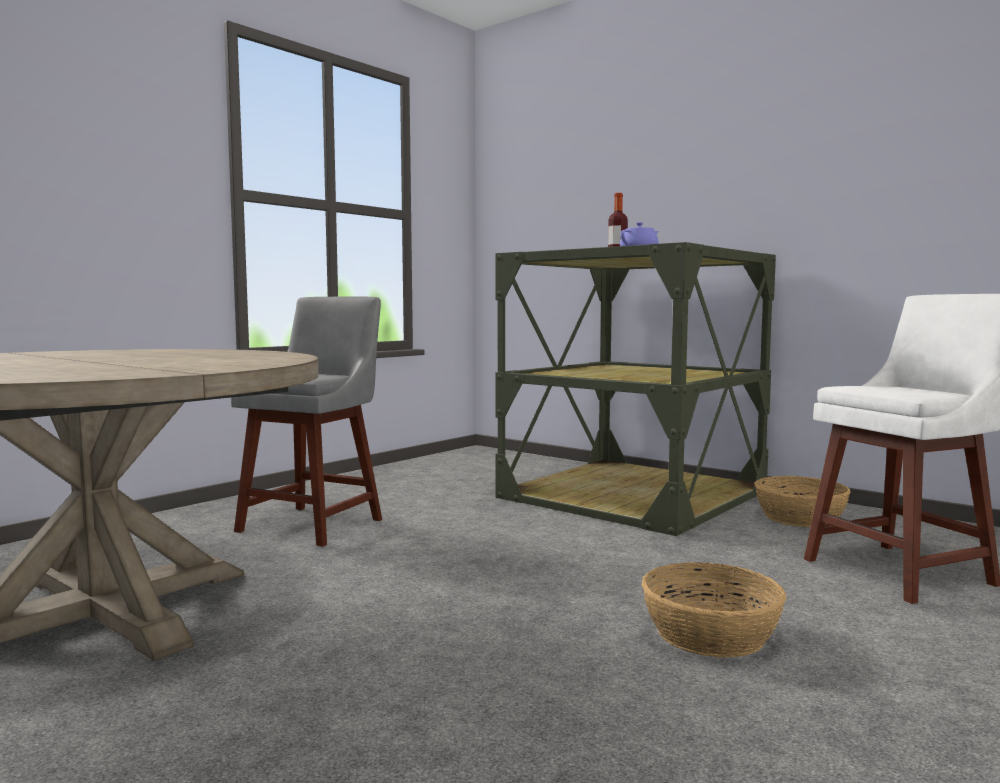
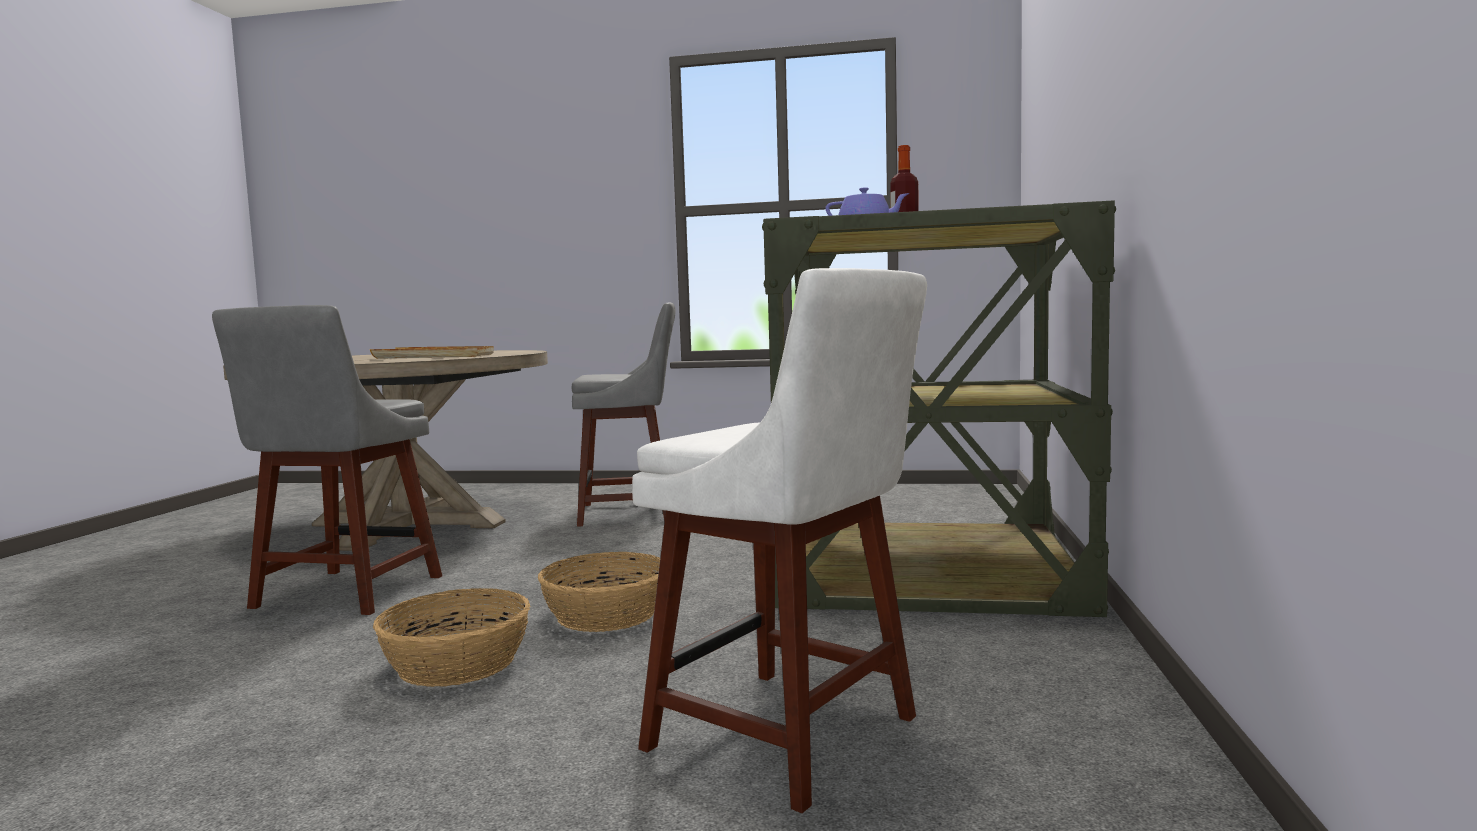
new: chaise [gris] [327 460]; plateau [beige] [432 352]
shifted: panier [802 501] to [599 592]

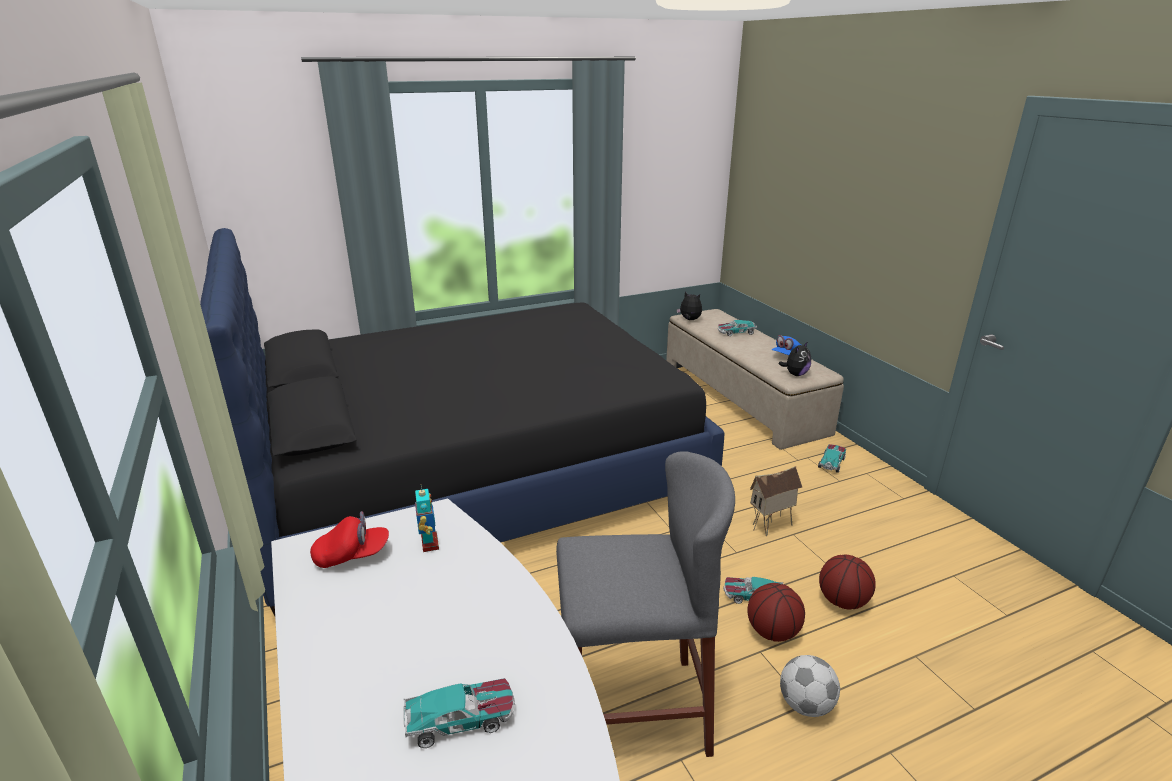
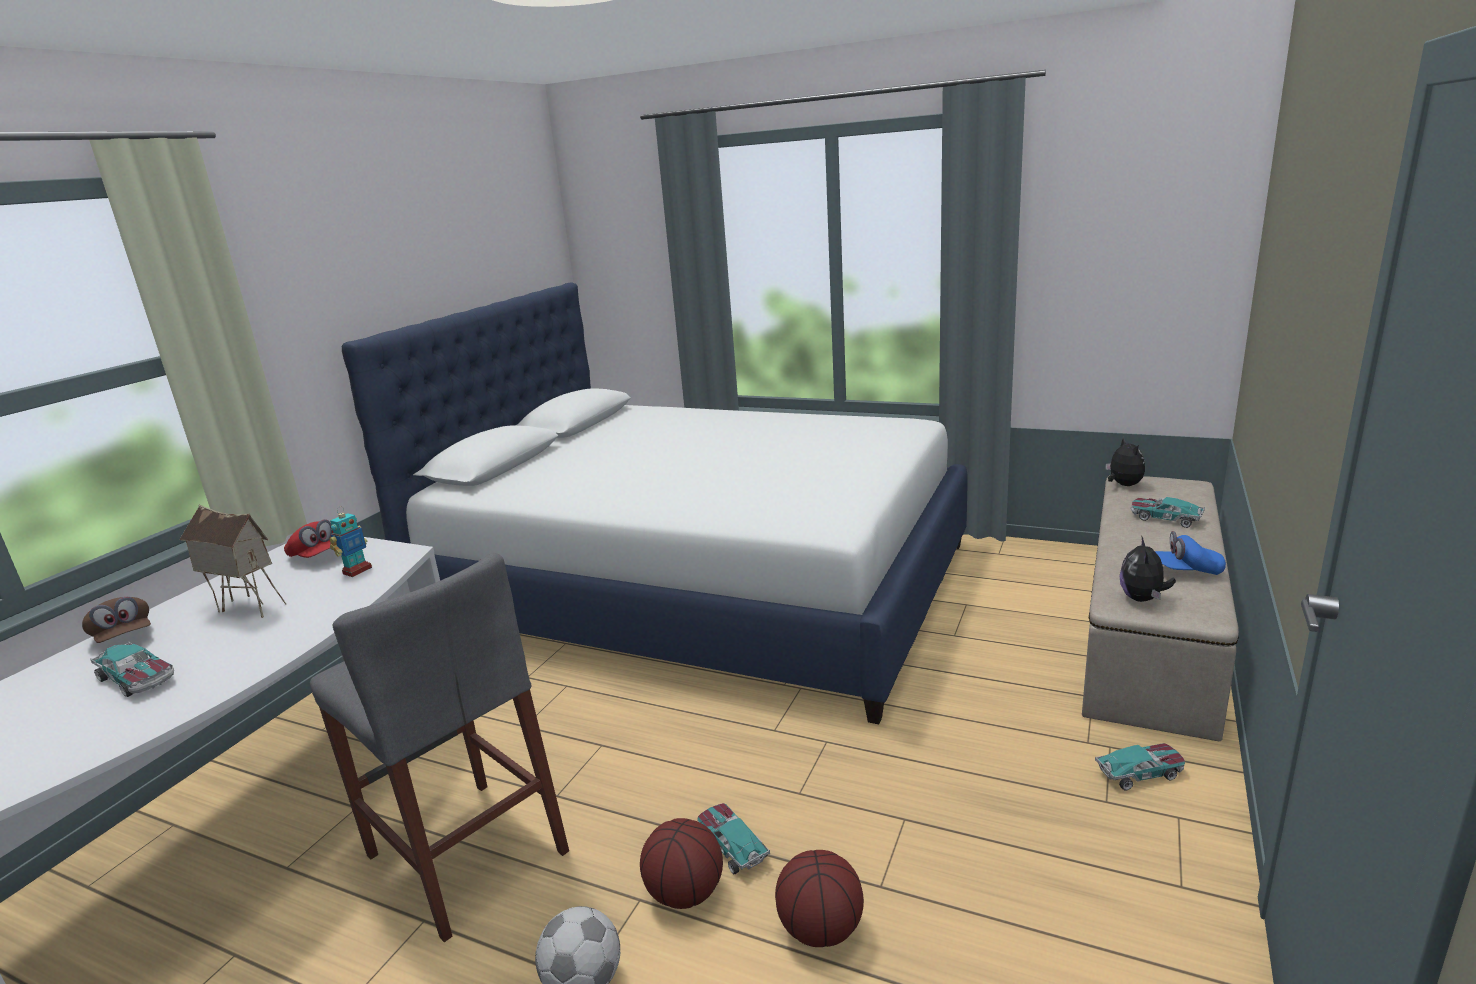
new: casquette [marron] [116 620]
shifted: maison miniature [776 501] to [232 561]
repainted: lit [noir] [462 422] to lit [blanc] [655 503]
rotated: peluche [795 358] = [1148 569] 105 degrees clockwise

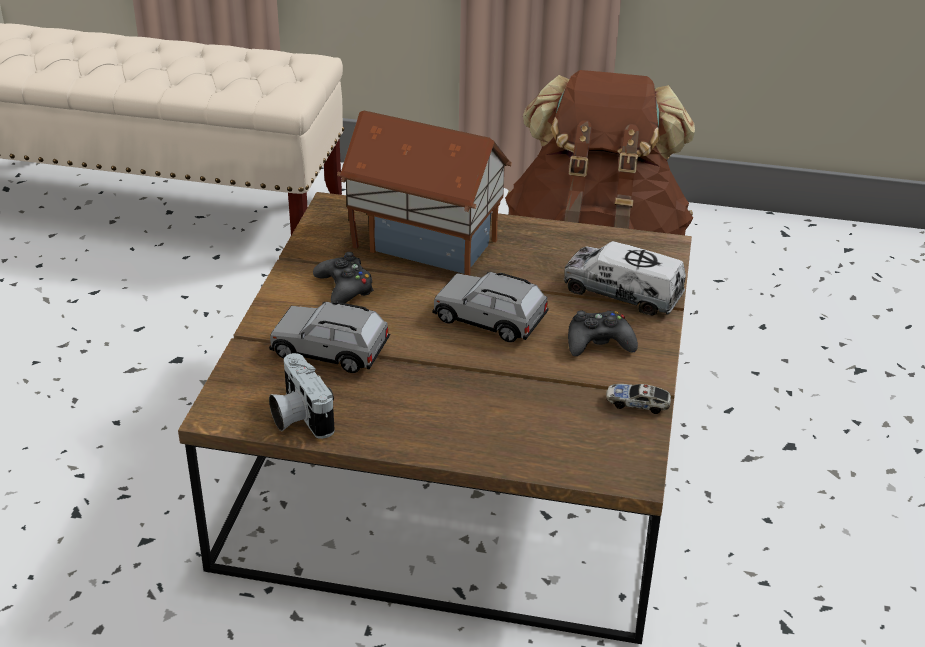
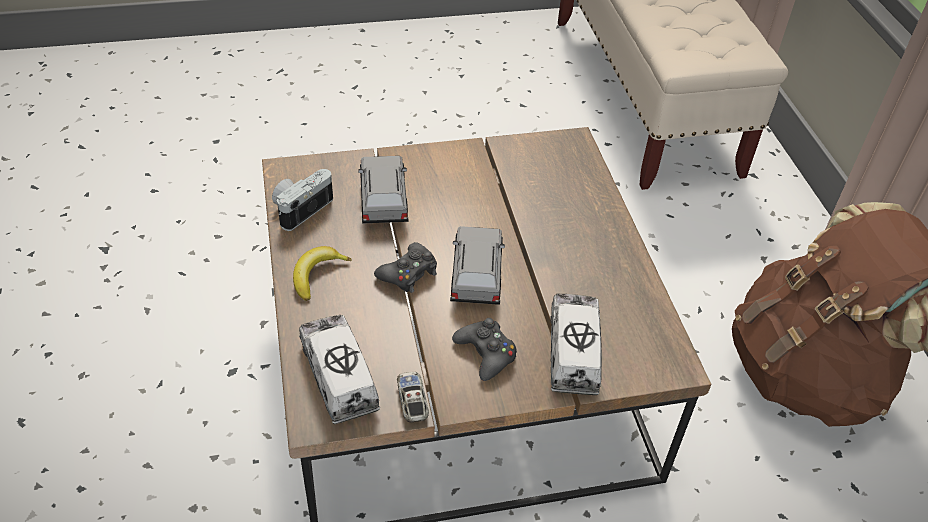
gone: maison miniature [424 193]
new: banane [322 273]; camion jouet [339 369]
shifted: manette [noir] [343 277] to [405 267]

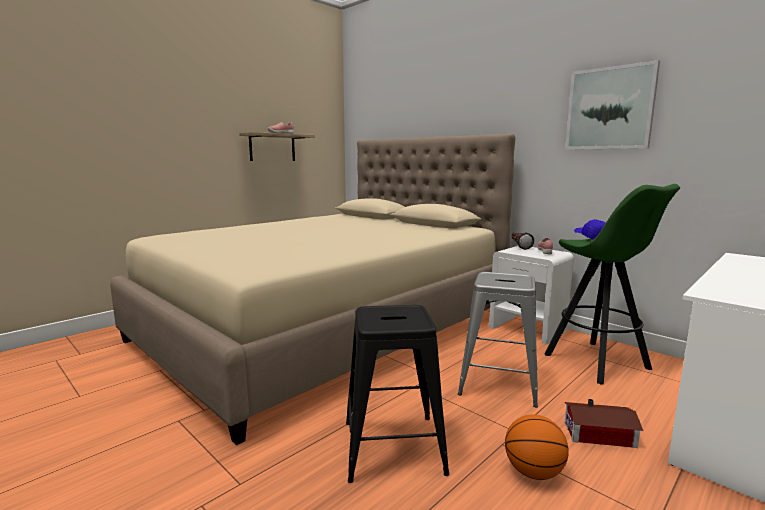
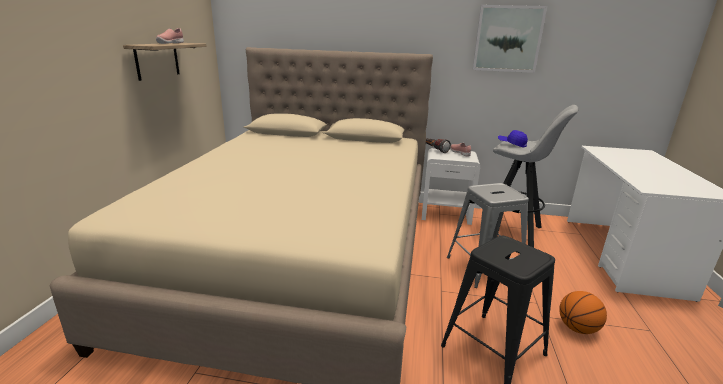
gone: maison miniature [603 423]
repainted: tabouret [vert] [612 284] to tabouret [gris] [528 176]

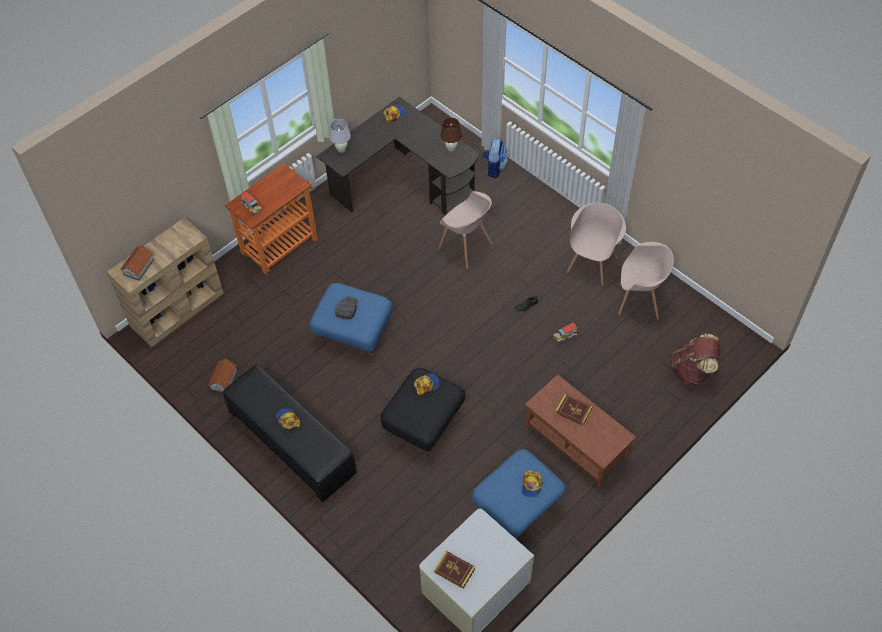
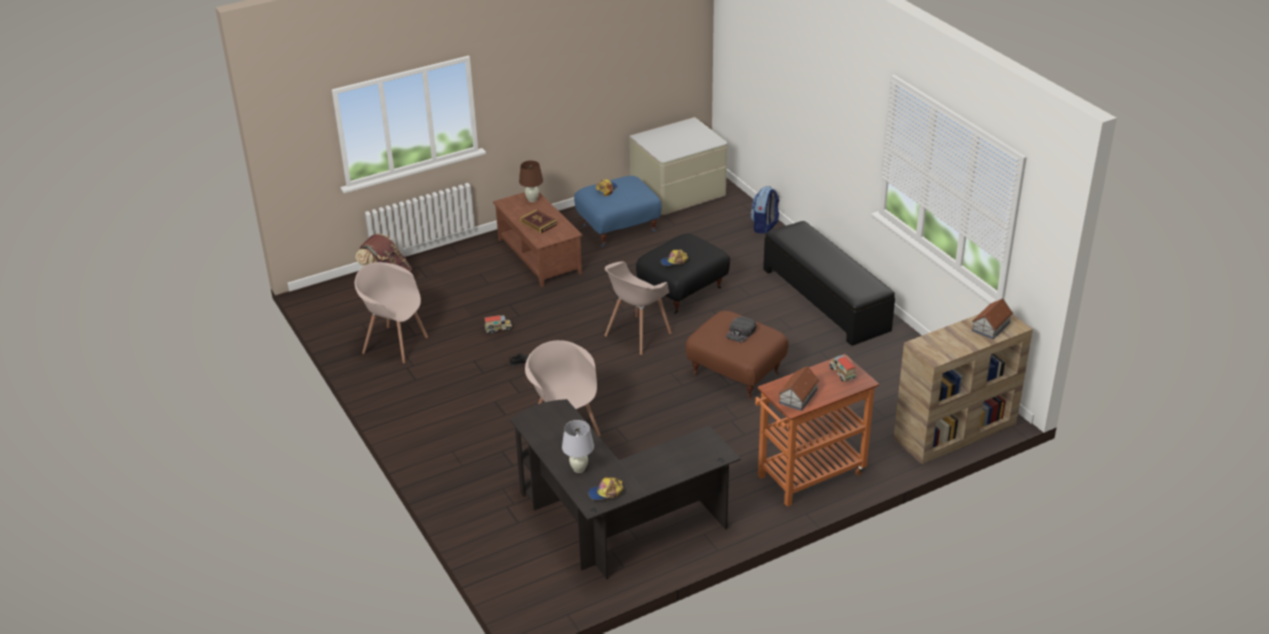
gone: casquette [288 418]; livre [454 570]
shifted: maison miniature [222 375] to [798 388]; lampe de table [blanc] [340 136] to [578 446]; lampe de table [marron] [451 134] to [531 181]; sac à dos [495 158] to [764 210]; chaise [beige] [596 244] to [638 308]
repainted: pouf [bleu] [350 319] to pouf [marron] [737 355]

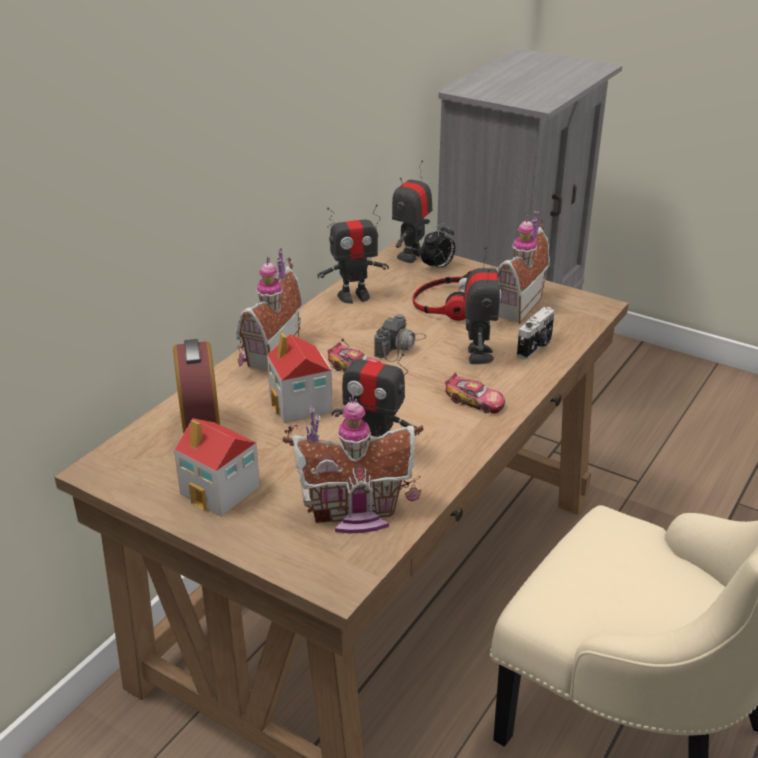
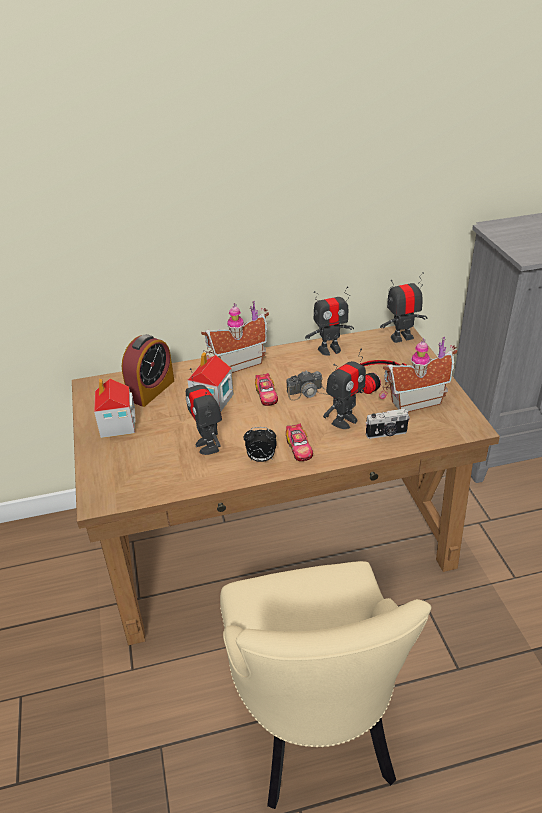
gone: maison miniature [353 464]
shifted: réveil [438 247] to [260 444]
rotated: robot jouet [353 254] = [329 321] 45 degrees counterclockwise

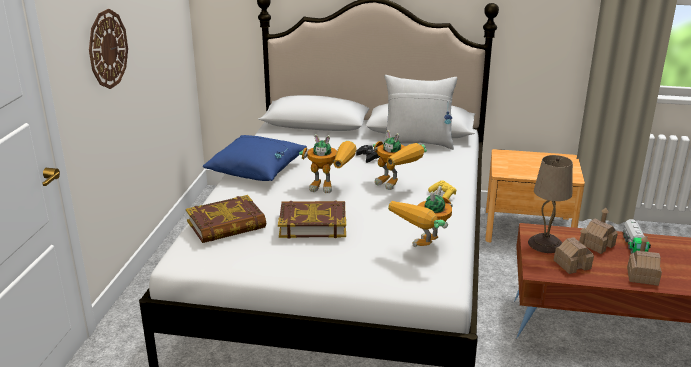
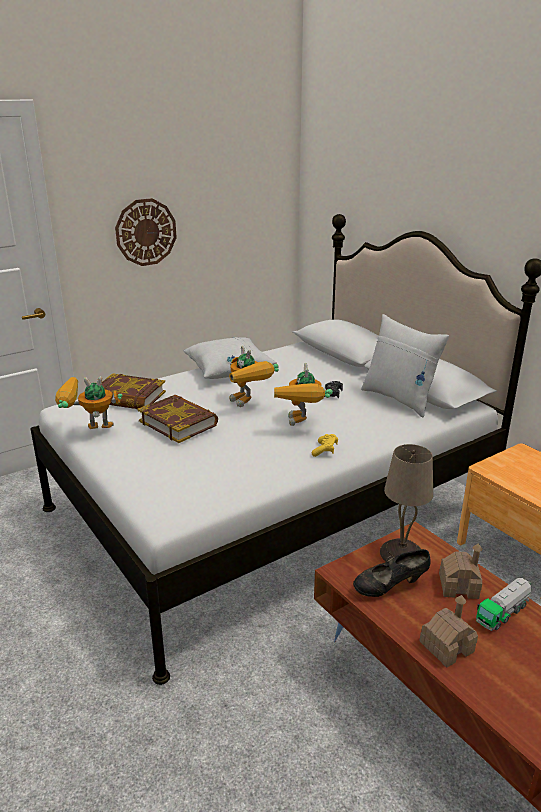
shifted: robot jouet [420 216] to [89 402]
swapped: maison miniature [574 250] to chaussure [noir] [392 573]
repainted: coussin [bleu] [255 158] to coussin [gris] [230 358]

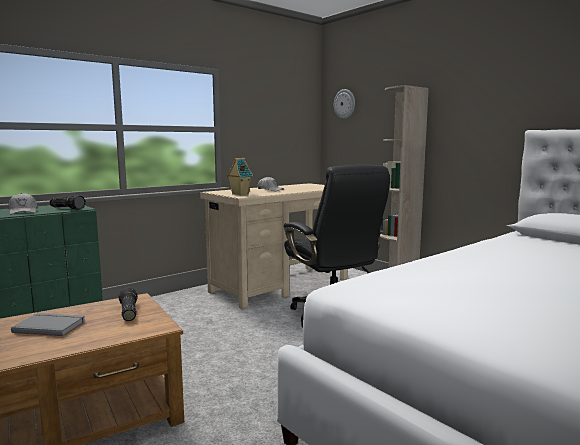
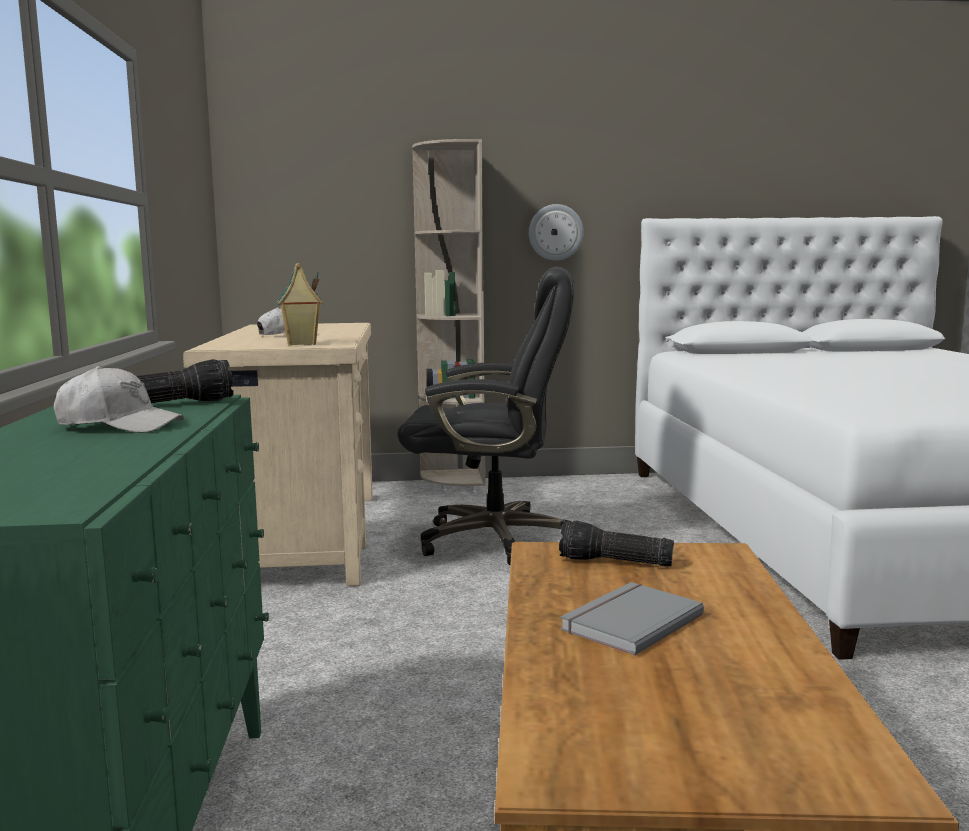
shifted: horloge murale [344 104] to [556 232]

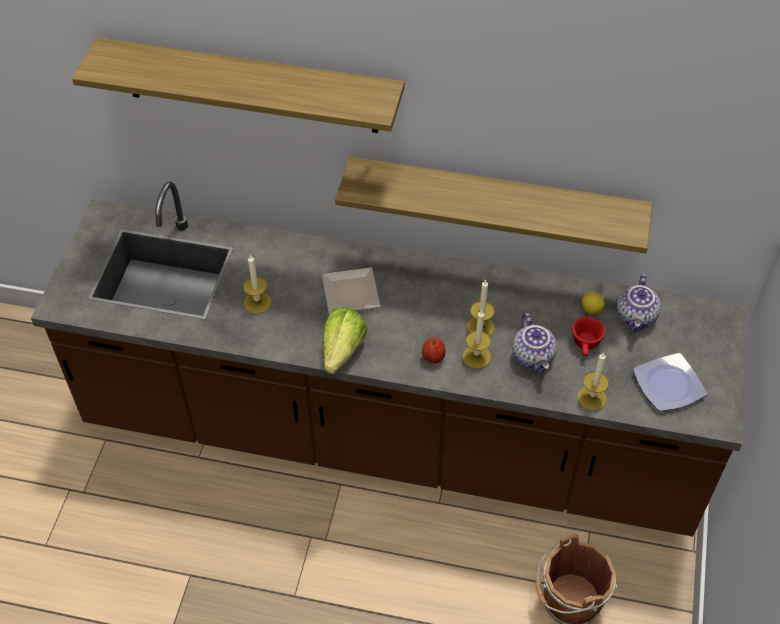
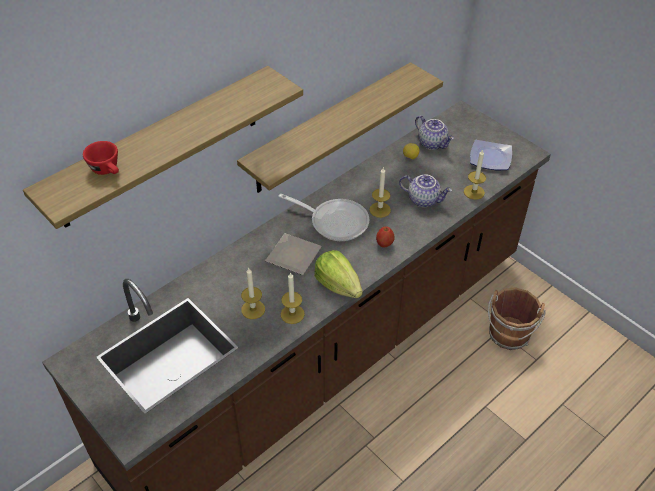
new: poêle [323 217]
shifted: bougie [477 339] to [293 298]; tasse [rouge] [588 336] to [101 158]

